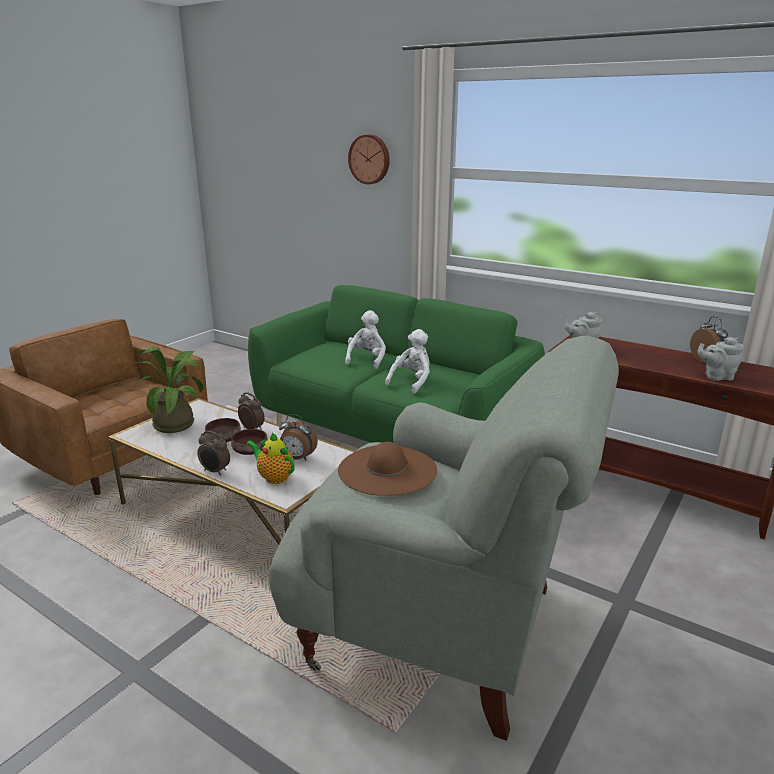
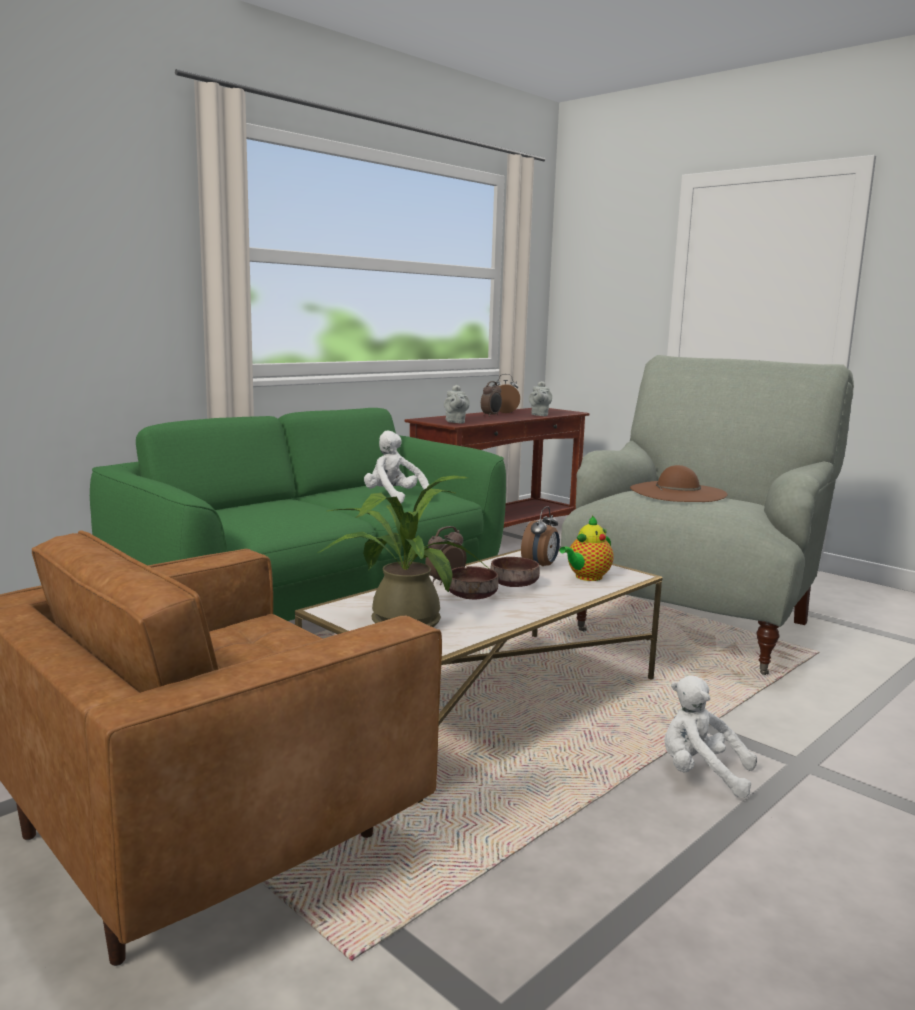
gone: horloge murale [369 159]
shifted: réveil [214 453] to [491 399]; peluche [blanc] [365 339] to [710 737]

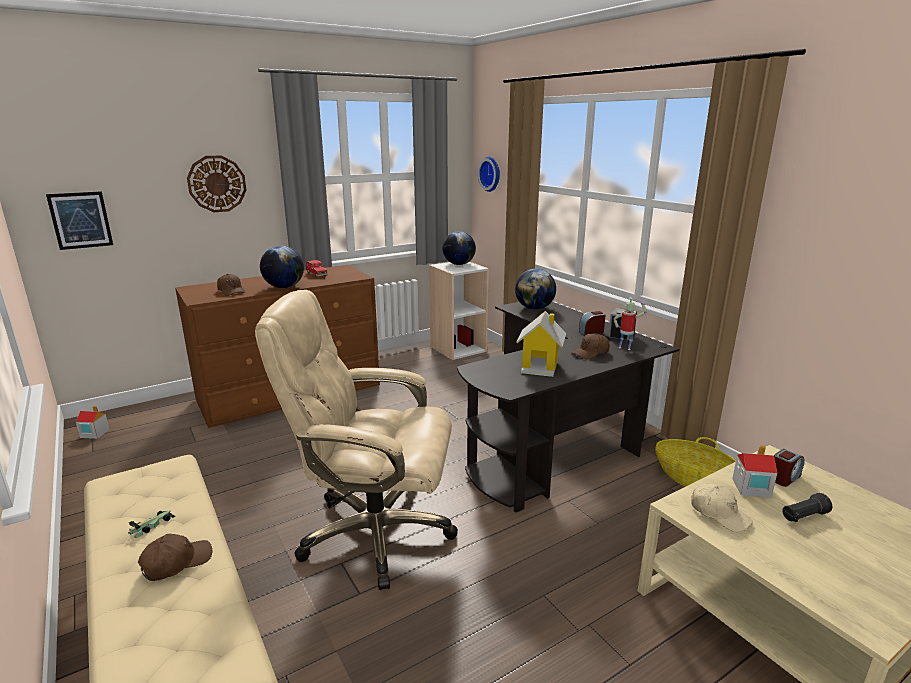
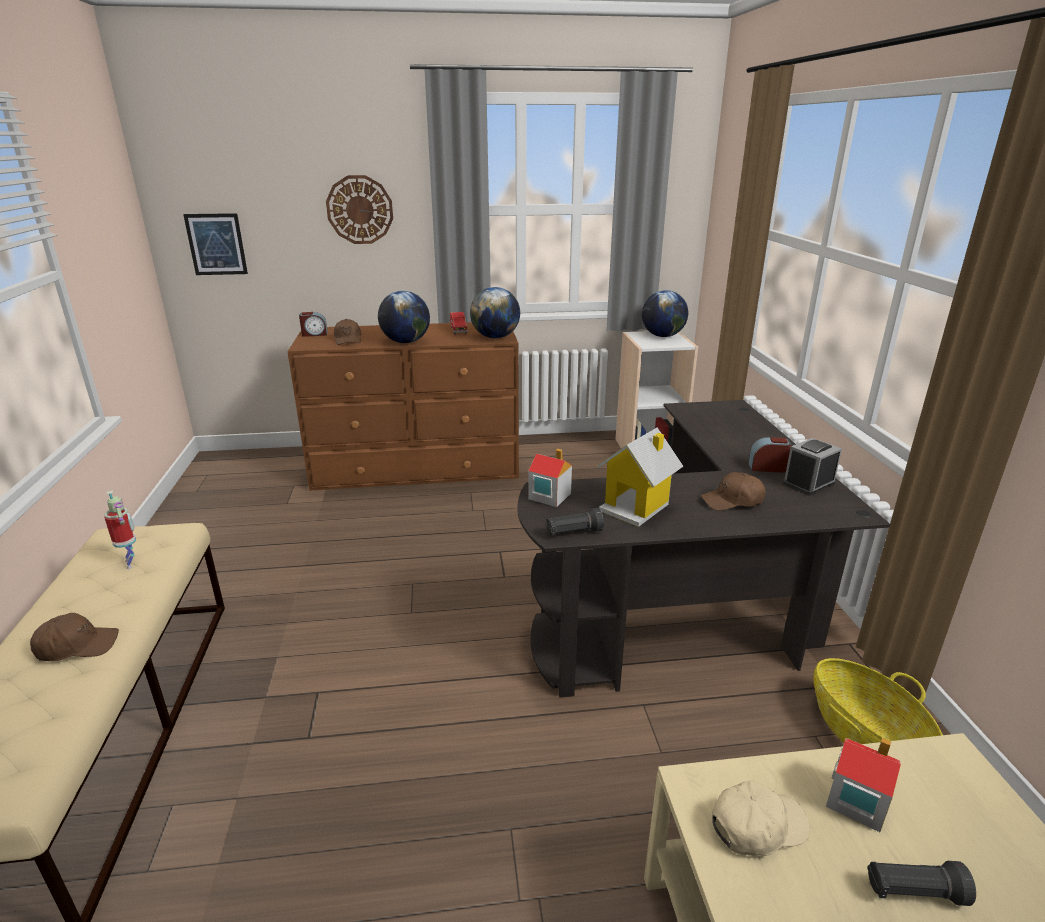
gone: petite voiture [151 524]; chaise de bureau [beige] [356 440]; horloge murale [489 174]
new: lampe de poche [noir] [574 522]
shifted: maison miniature [93 422] to [550 478]; globe [535 289] to [495 312]; robot jouet [630 323] to [120 529]; réveil [789 468] to [313 324]
rotated: casquette [beige] [722 508] = [761 818] 90 degrees counterclockwise

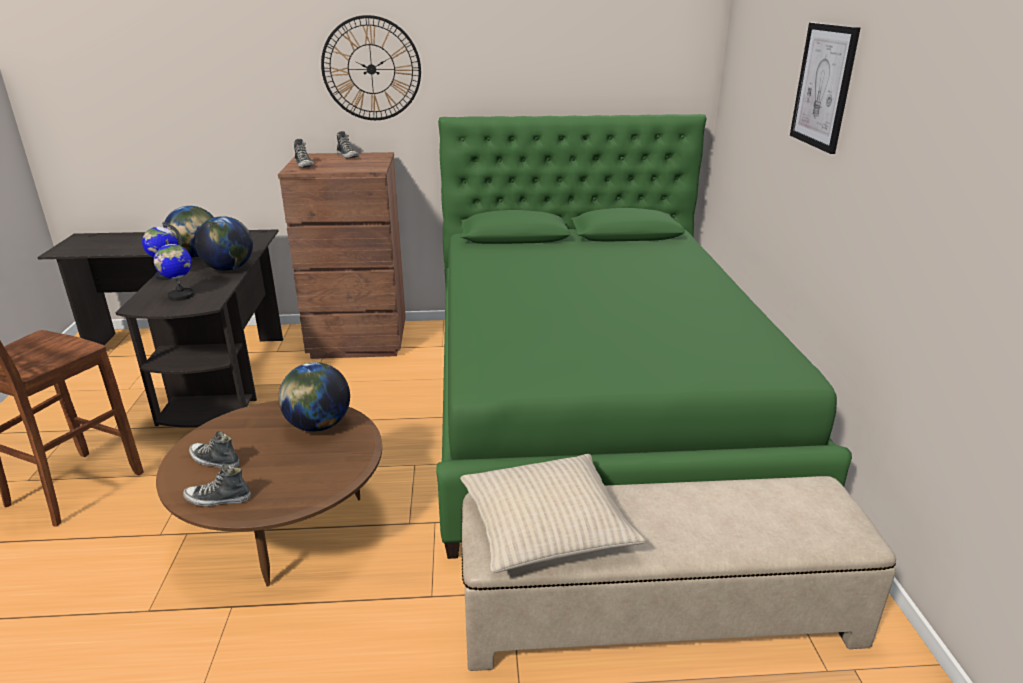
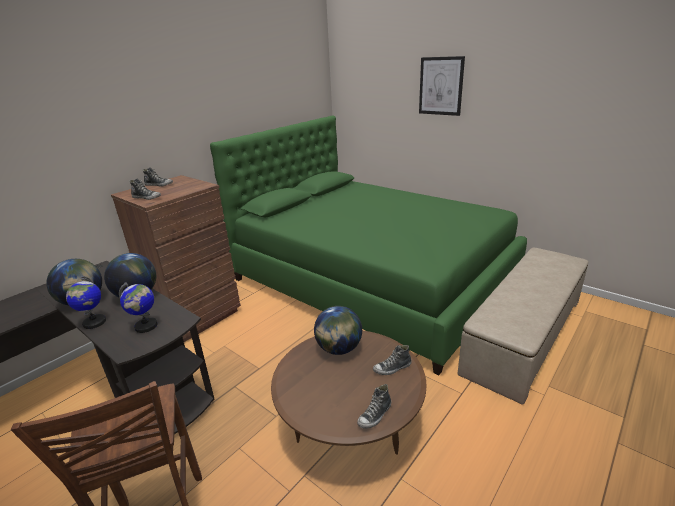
gone: horloge murale [371 67]; coussin [beige] [553 513]
shifted: chaussure [214 449] to [392 360]

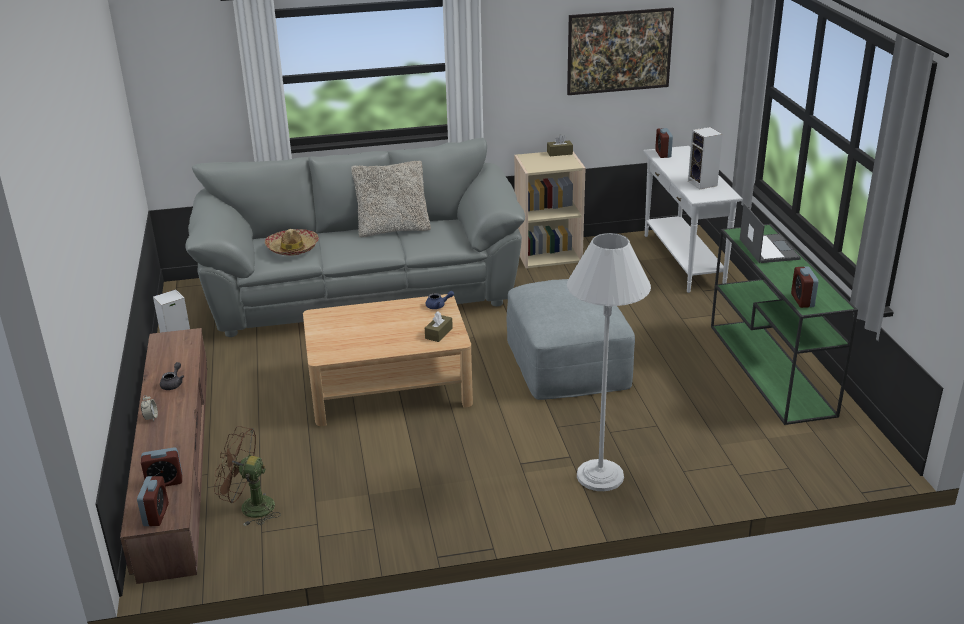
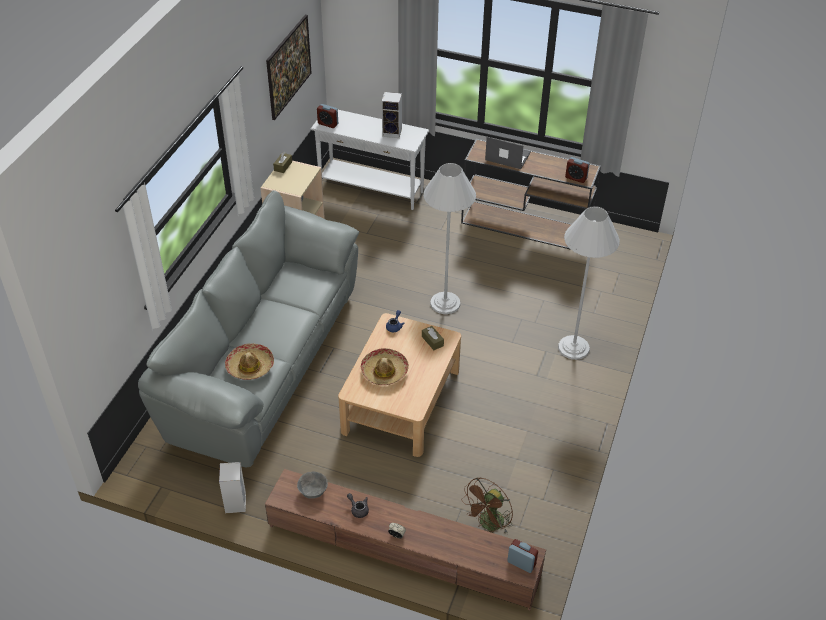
gone: réveil [161 466]; coussin [beige] [391 199]
new: bol [gris] [312 485]; chapeau [385 366]
swapped: pouf [gris] [571 339] to lampadaire [blanc] [449 238]
repainted: table console [vert] [784 324] to table console [marron] [531 194]

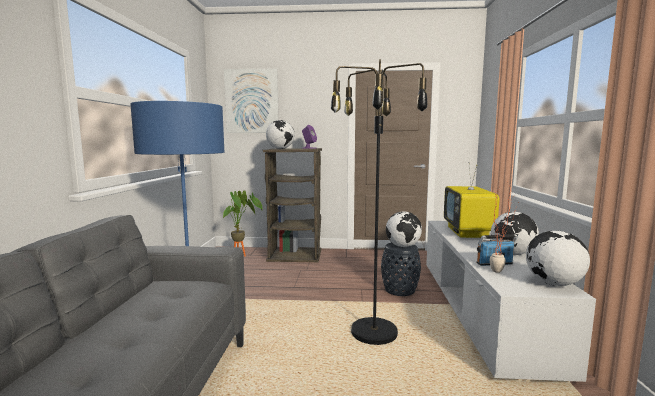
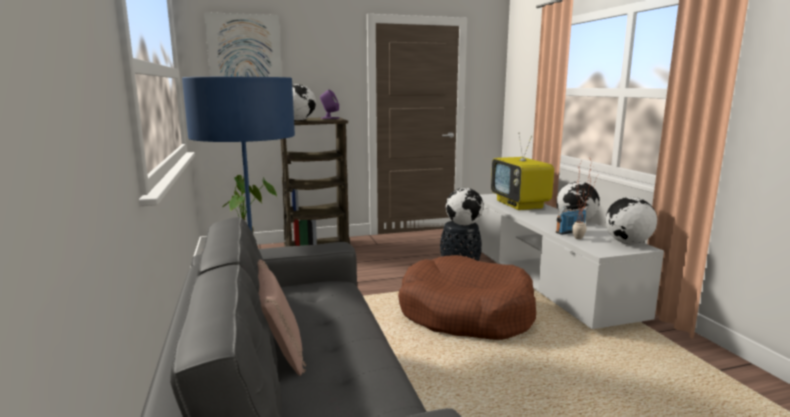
new: coussin [beige] [282 318]
swapped: lampadaire [379 202] to panier pour chien [marron] [467 297]

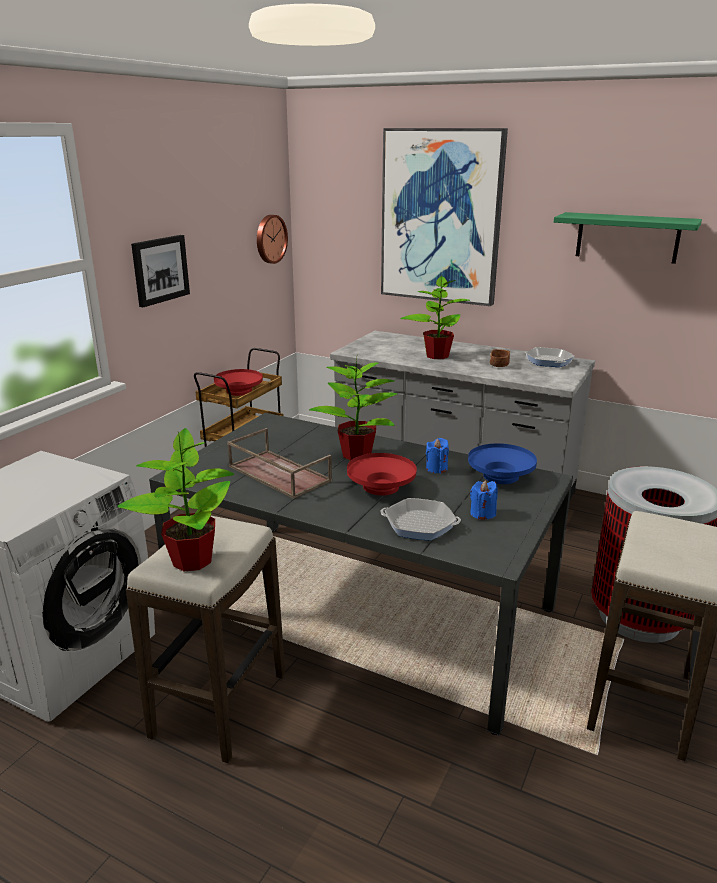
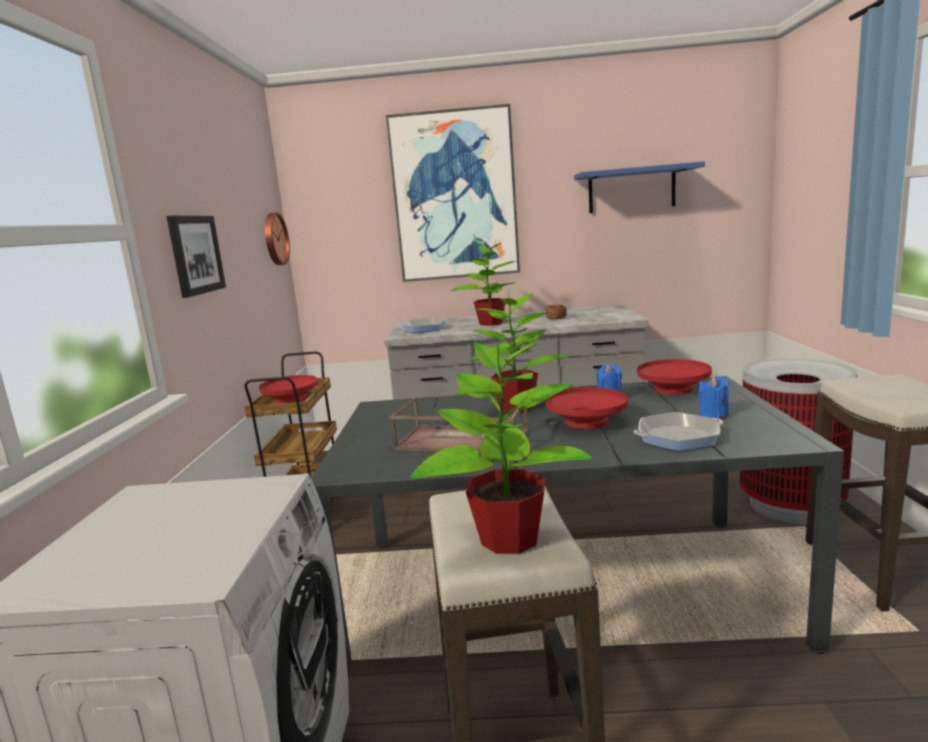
shifted: poêle [549 357] to [423 325]
repainted: bol [bleu] [502 463] to bol [rouge] [674 377]; étagère [vert] [628 238] to étagère [bleu] [639 187]

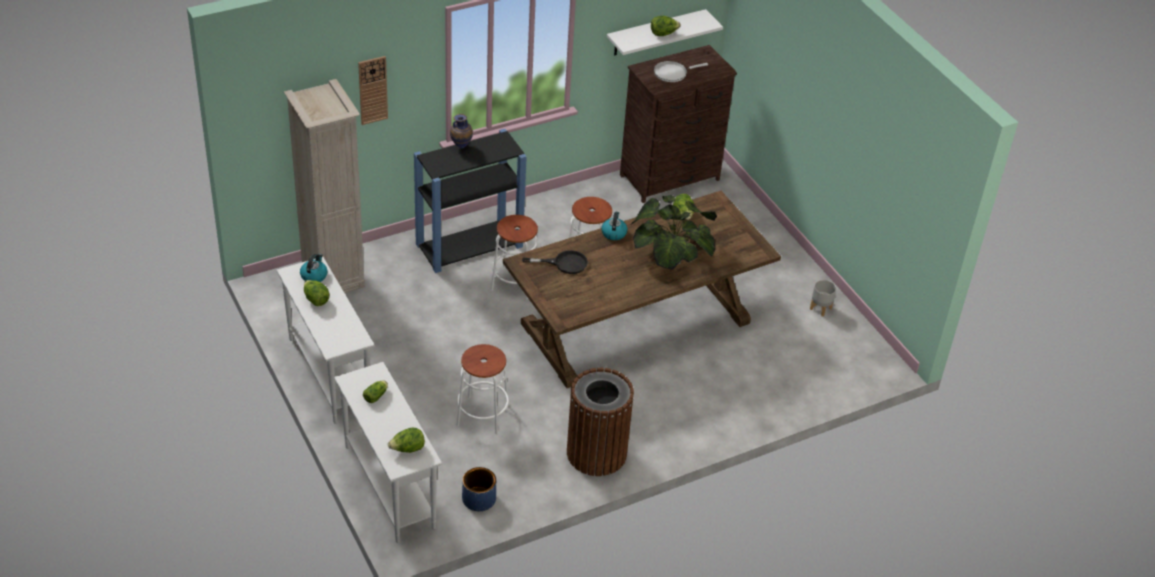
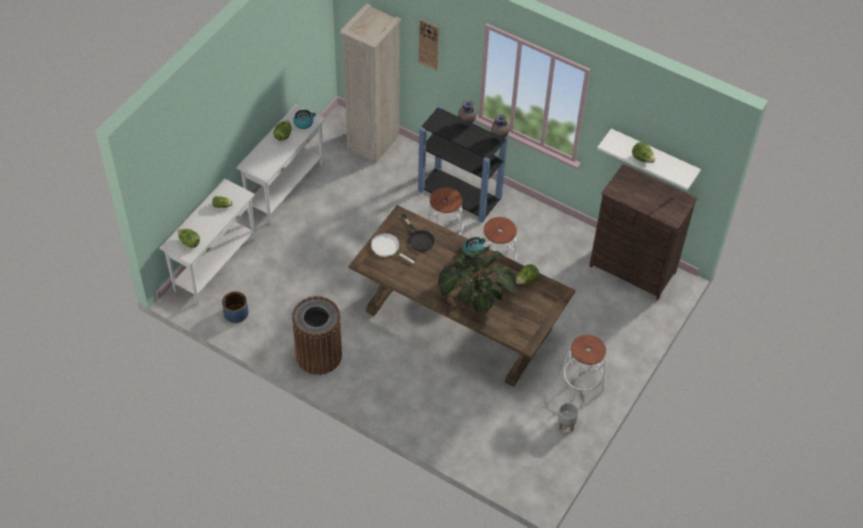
new: vase [500 127]
shifted: tabouret [blanc] [483 389] to [583 368]; poêle [blanc] [681 71] to [393 248]

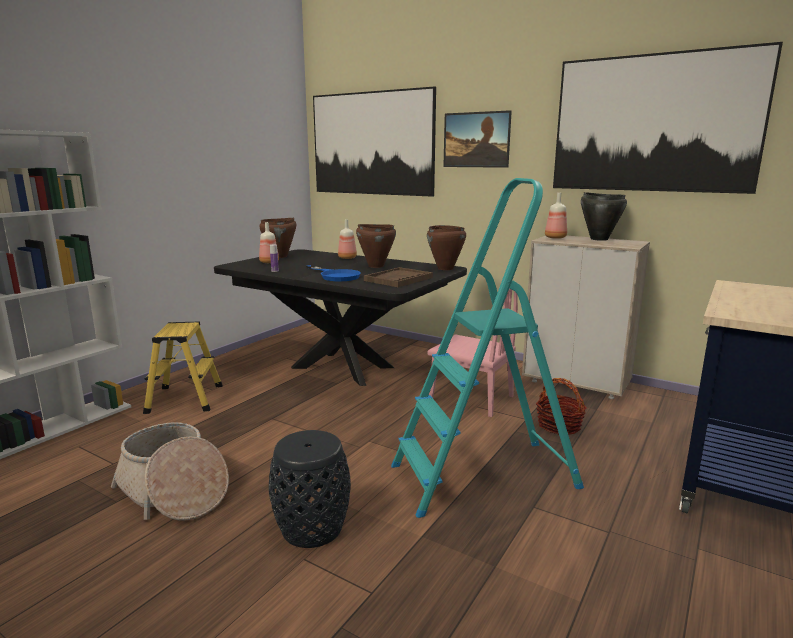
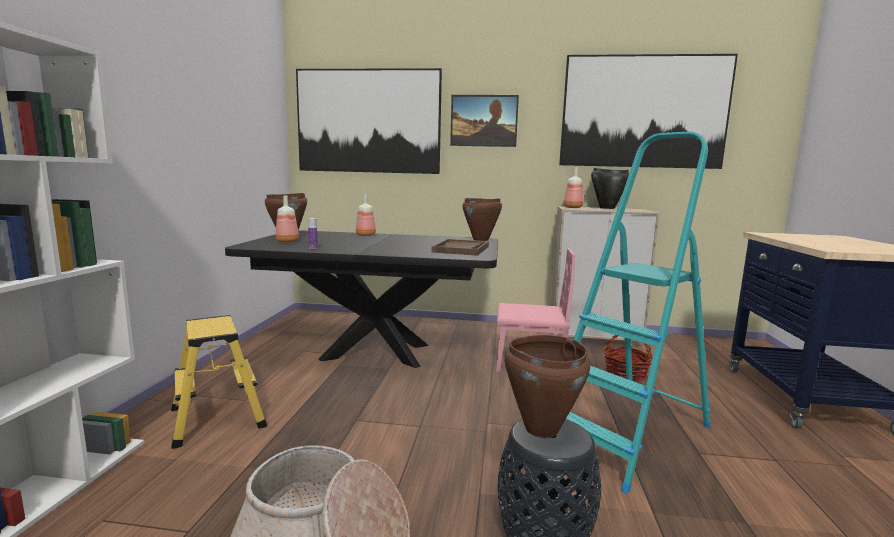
gone: poêle [bleu] [333 273]
shifted: marmite [marron] [376 246] to [547 386]

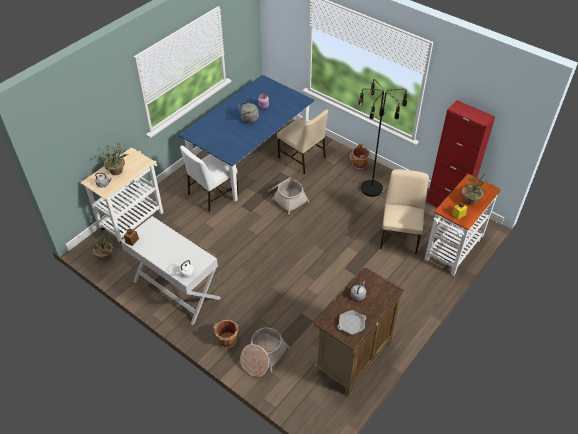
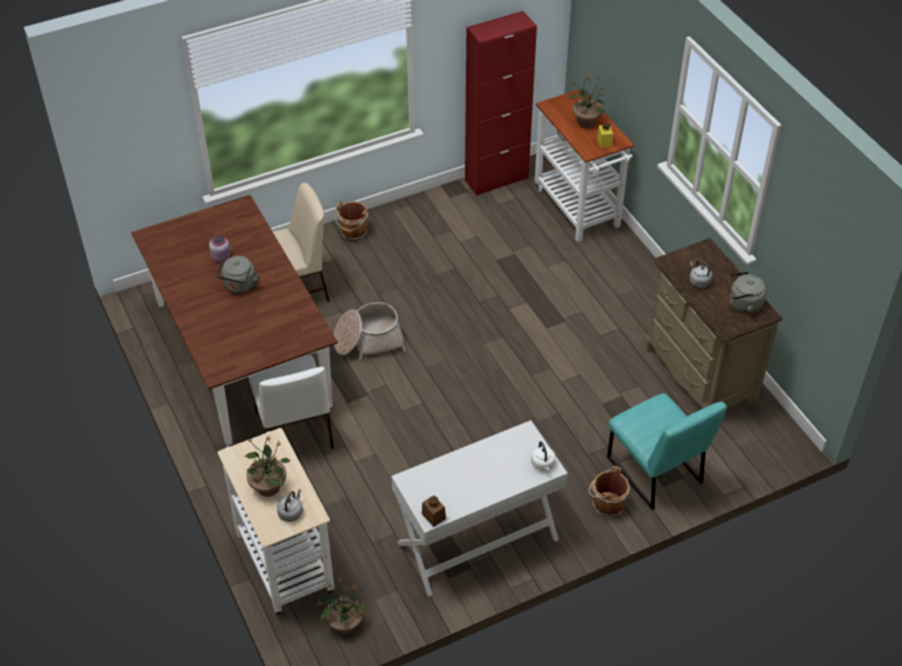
gone: lampadaire [382 138]; chaise [beige] [404 211]
swapped: panier [265 352] to chaise [turquoise] [667 451]; poêle [352 322] to bouilloire [gris] [747 293]
repainted: table à manger [bleu] [246 138] to table à manger [marron] [235 320]

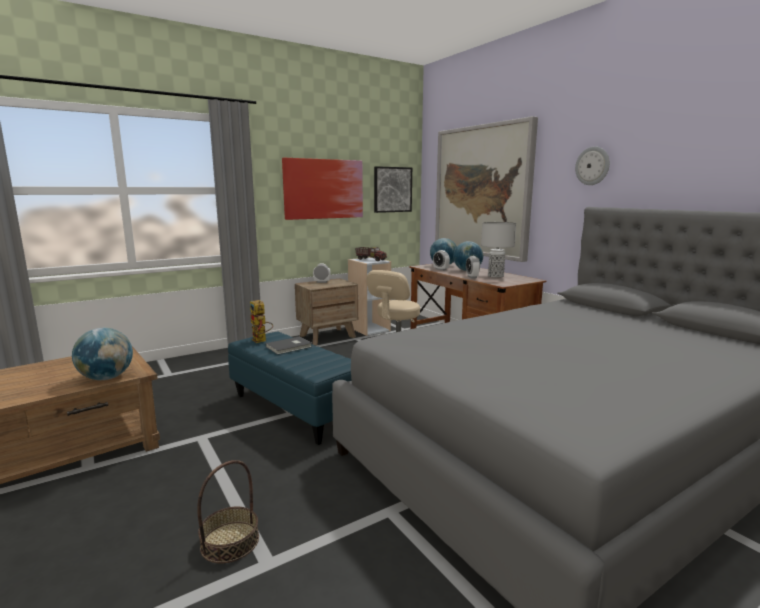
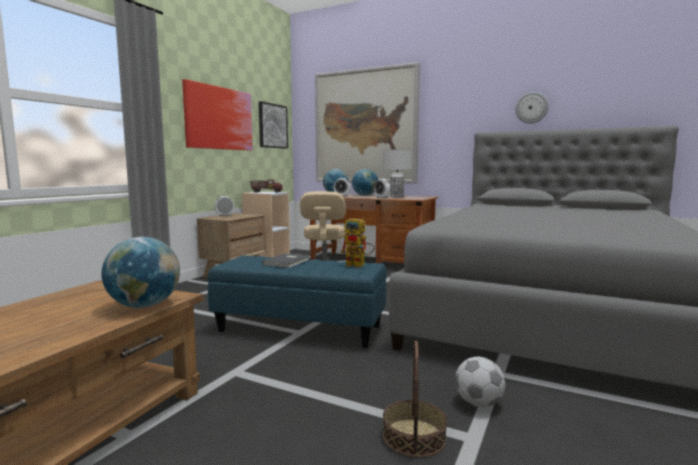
new: ballon de foot [480 382]
shifted: robot jouet [261 321] to [358 242]; horloge murale [592 165] to [532 108]

